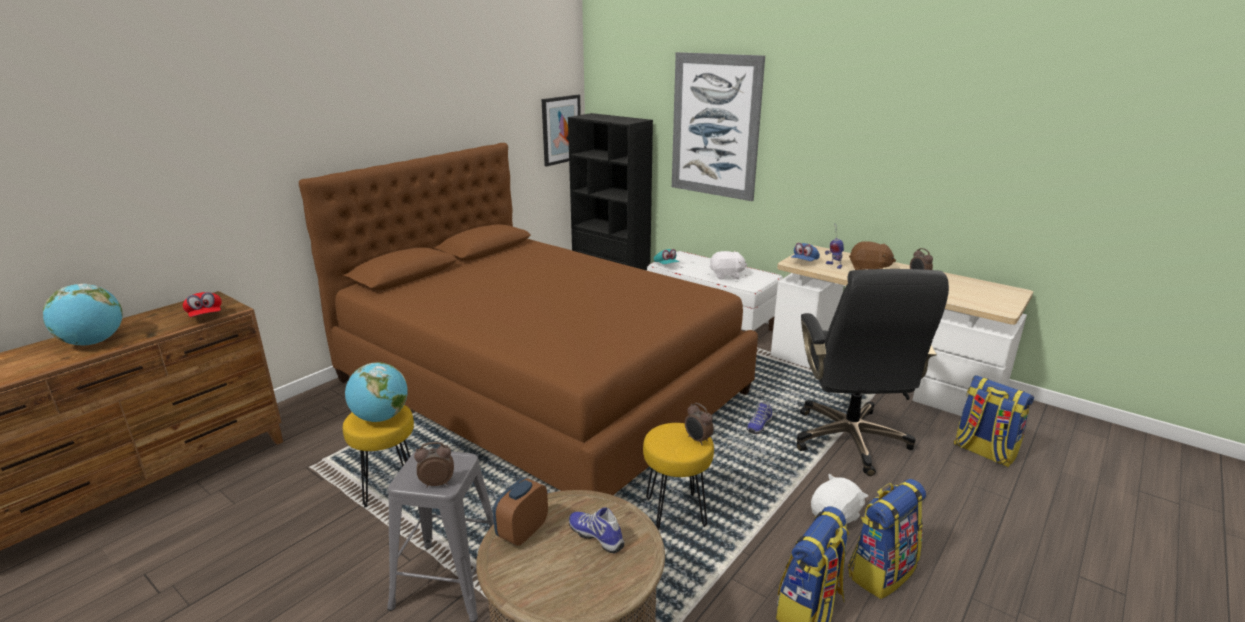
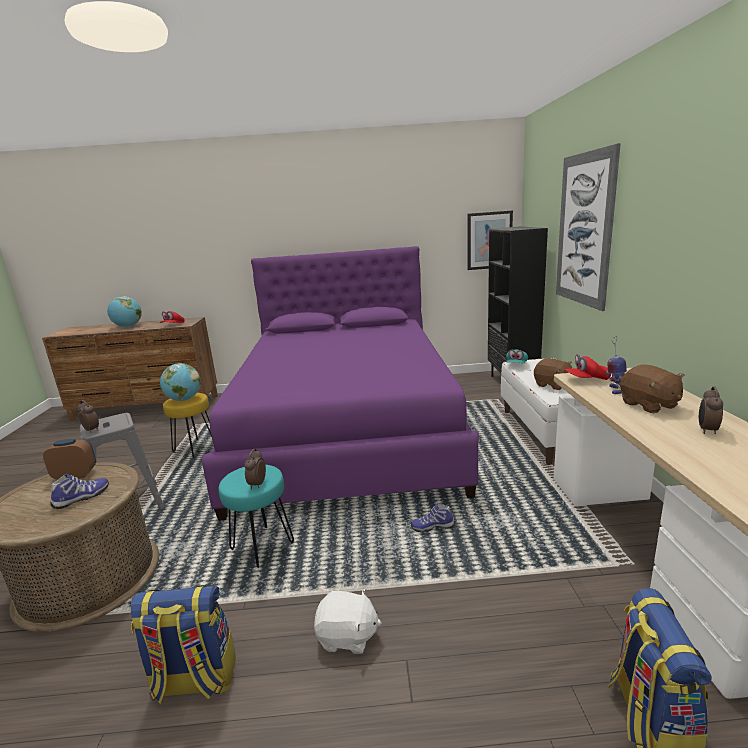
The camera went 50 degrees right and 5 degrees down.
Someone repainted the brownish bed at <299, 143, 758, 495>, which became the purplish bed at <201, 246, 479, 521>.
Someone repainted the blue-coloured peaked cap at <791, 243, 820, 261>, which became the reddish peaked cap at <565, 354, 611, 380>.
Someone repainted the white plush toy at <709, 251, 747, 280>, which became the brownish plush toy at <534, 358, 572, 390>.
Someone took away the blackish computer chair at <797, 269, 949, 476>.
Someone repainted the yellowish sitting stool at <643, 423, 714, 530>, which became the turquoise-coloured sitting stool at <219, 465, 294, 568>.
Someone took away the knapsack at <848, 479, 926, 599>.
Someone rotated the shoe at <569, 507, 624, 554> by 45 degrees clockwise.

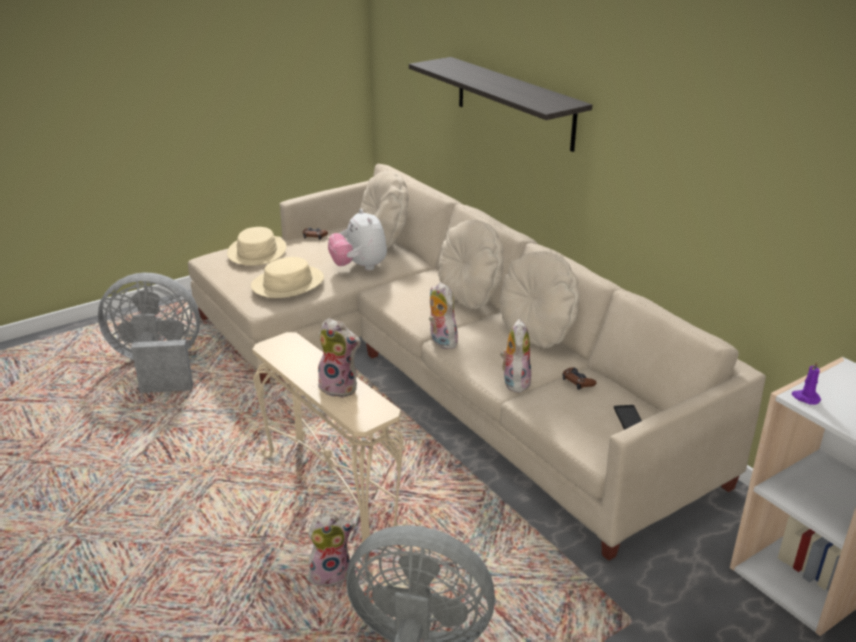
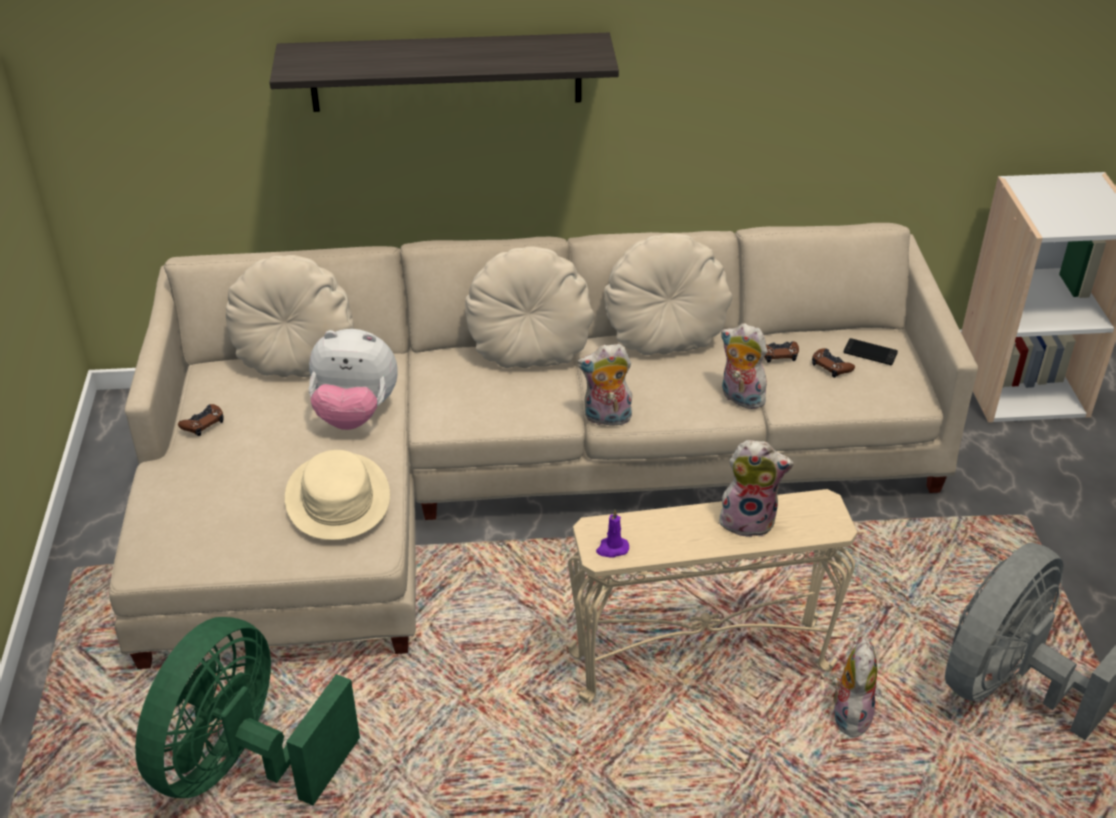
The camera went 60 degrees left and 10 degrees up.
Someone took away the beige-coloured hat at <227, 227, 286, 265>.
Someone repainted the grey electric fan at <98, 273, 200, 393>, which became the green-coloured electric fan at <135, 617, 360, 805>.
Someone rotated the plush toy at <318, 318, 361, 398> by 45 degrees clockwise.
Someone carried the purplish wax candle from <792, 360, 821, 405> to <596, 510, 629, 558>.
Someone put down the brownish joypad at <812, 348, 855, 378>.

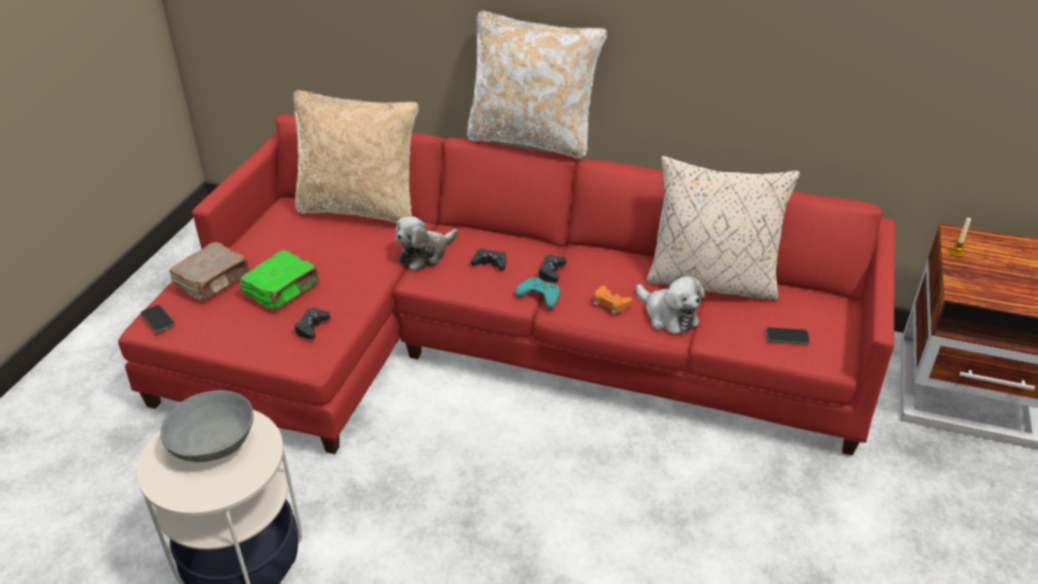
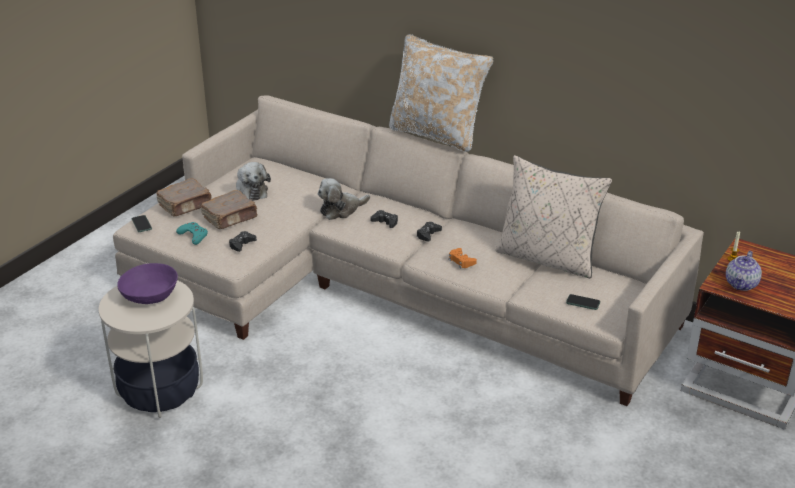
The camera went 15 degrees right and 5 degrees down.
Someone took away the beige-coloured pillow at <293, 90, 418, 223>.
Someone repainted the reddish sofa at <118, 114, 896, 456>, which became the beige-coloured sofa at <113, 95, 704, 406>.
Someone repainted the green-coloured volume at <239, 250, 320, 310>, which became the brownish volume at <201, 190, 257, 229>.
Someone carried the plush toy from <636, 276, 705, 334> to <236, 162, 271, 201>.
Someone carried the turquoise-coloured joypad from <515, 277, 560, 308> to <176, 222, 208, 245>.
Someone repainted the grey serving bowl at <160, 390, 254, 462>, which became the purplish serving bowl at <117, 263, 178, 304>.
Someone put down the teapot at <726, 251, 762, 291>.

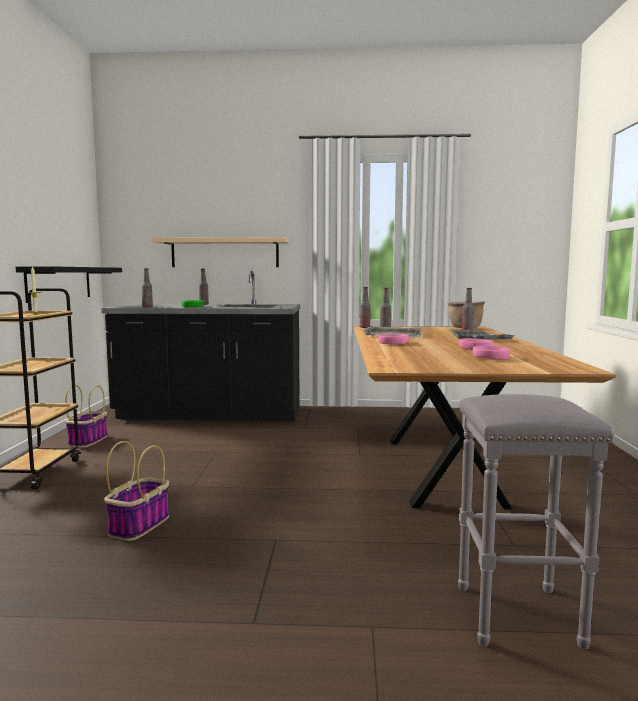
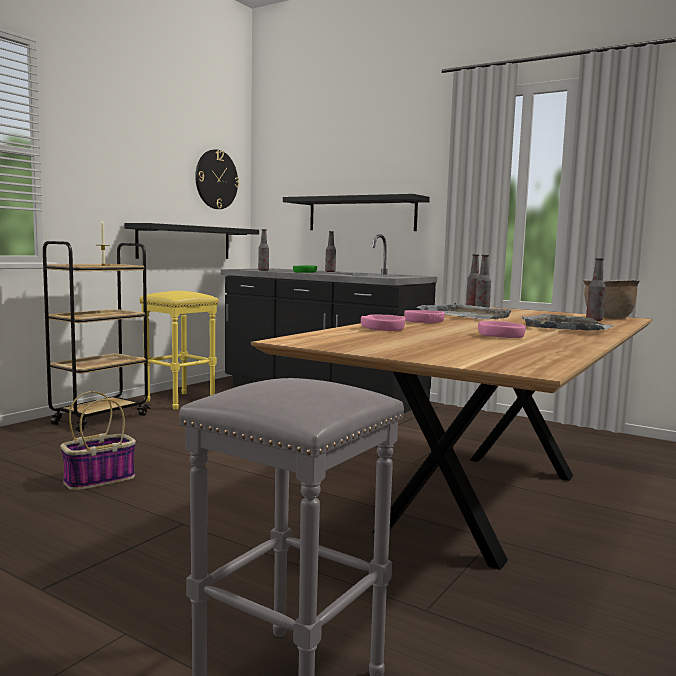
The camera went 30 degrees right and 0 degrees up.
Someone repainted the beige-coloured wall shelf at <151, 237, 289, 267>, which became the blackish wall shelf at <283, 194, 430, 231>.
Someone carried the pinkish serving bowl from <473, 345, 510, 360> to <361, 314, 406, 331>.
Someone swapped the household basket at <65, 385, 108, 448> for the yellowish sitting stool at <139, 291, 219, 409>.
Someone put up the clock on the wall at <195, 149, 239, 209>.

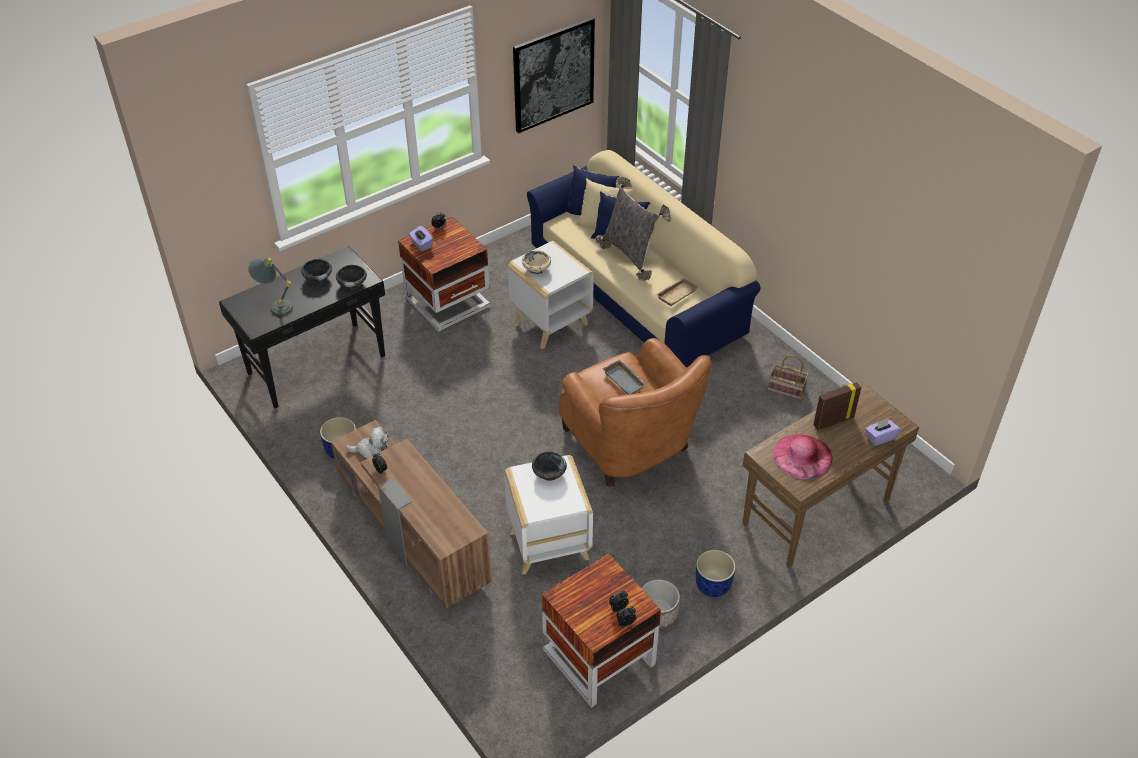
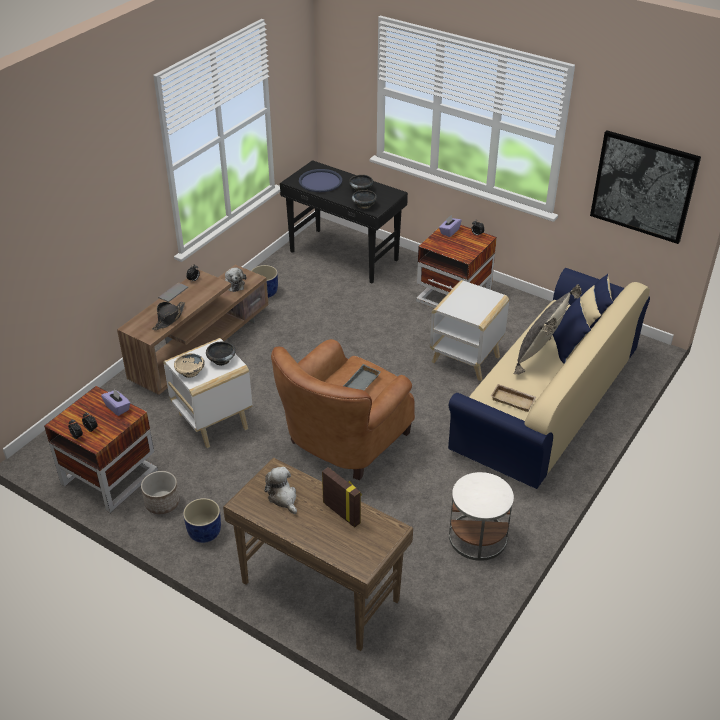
The camera went 70 degrees right and 5 degrees down.
Someone carried the beige-coloured serving bowl from <522, 250, 551, 274> to <174, 353, 205, 378>.
Someone swapped the grey lamp for a table at <248, 258, 293, 315> for the blue-coloured serving tray at <299, 169, 342, 192>.
Someone swapped the household basket at <768, 355, 809, 400> for the white side table at <449, 472, 514, 561>.
Someone carried the purplish box of tissues from <865, 418, 900, 446> to <101, 389, 130, 416>.
Someone swapped the pinkish hat at <773, 434, 832, 480> for the plush toy at <264, 467, 297, 514>.
Someone put down the blackish hat at <152, 301, 185, 330>.

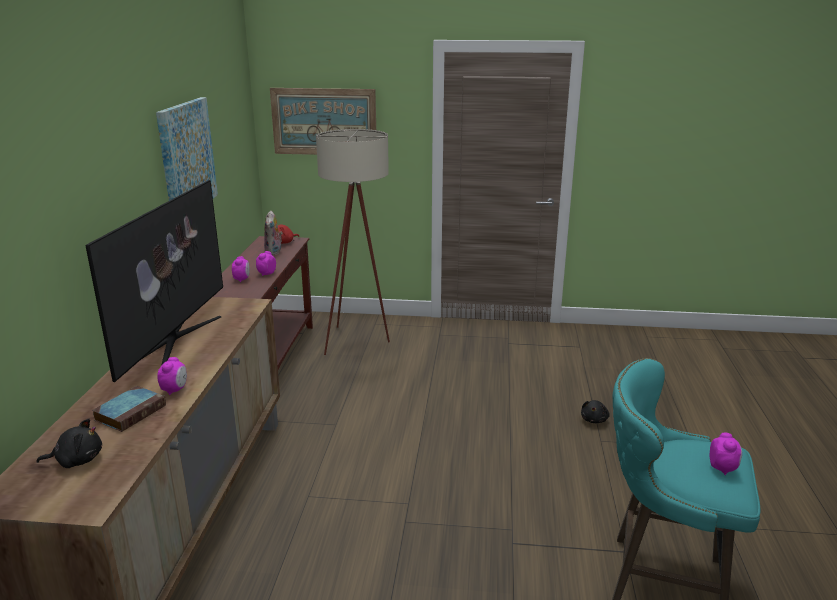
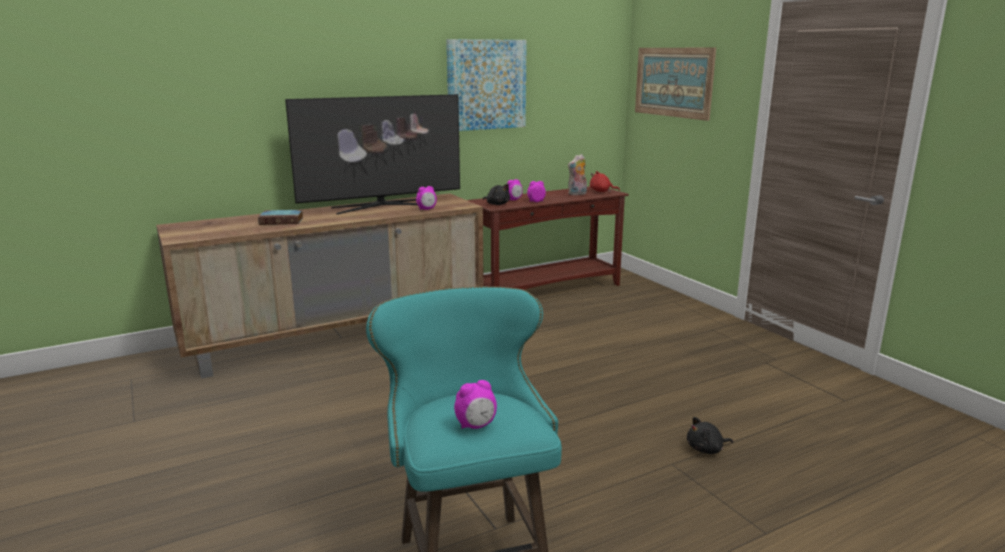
The camera went 55 degrees right and 5 degrees down.
Someone took away the beige-coloured floor lamp at <316, 129, 390, 355>.
Someone carried the alarm clock from <157, 357, 187, 395> to <416, 186, 437, 210>.
Someone carried the blackish plush toy from <37, 418, 102, 468> to <483, 184, 510, 205>.

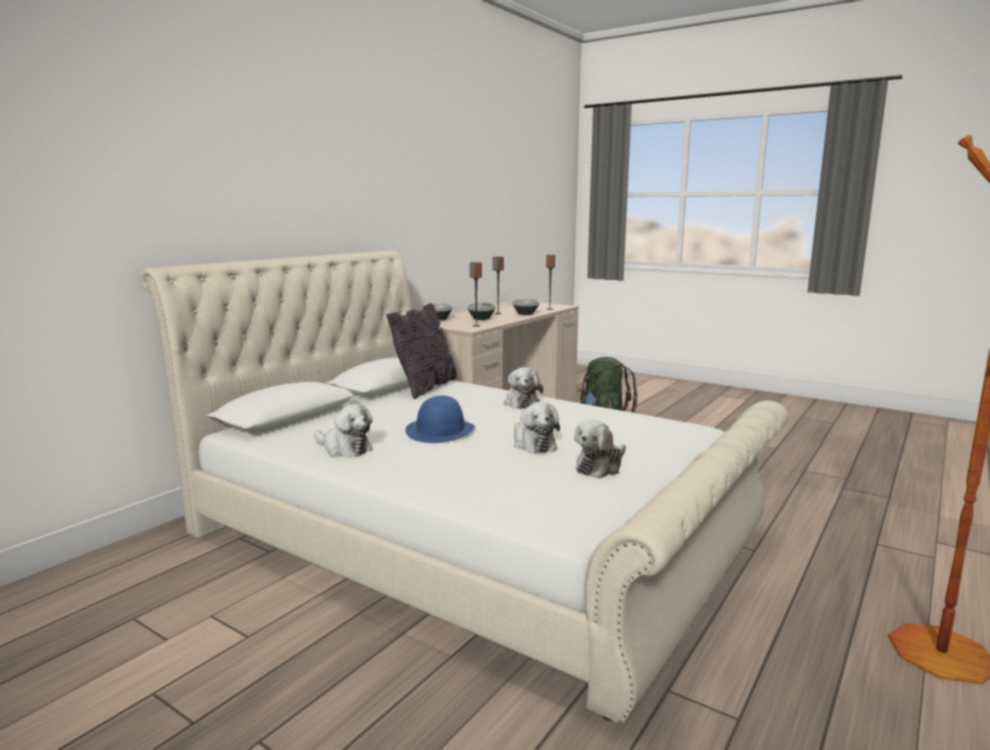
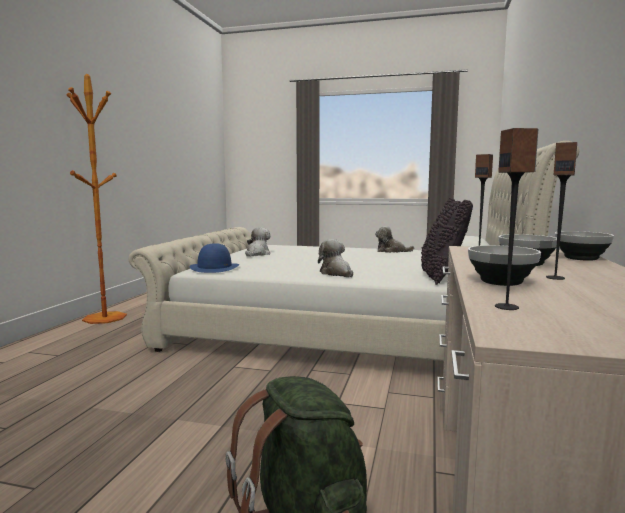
The camera went 160 degrees right and 5 degrees down.
Someone carried the blue-coloured hat from <405, 396, 475, 443> to <189, 243, 239, 273>.
Someone took away the plush toy at <514, 402, 560, 454>.

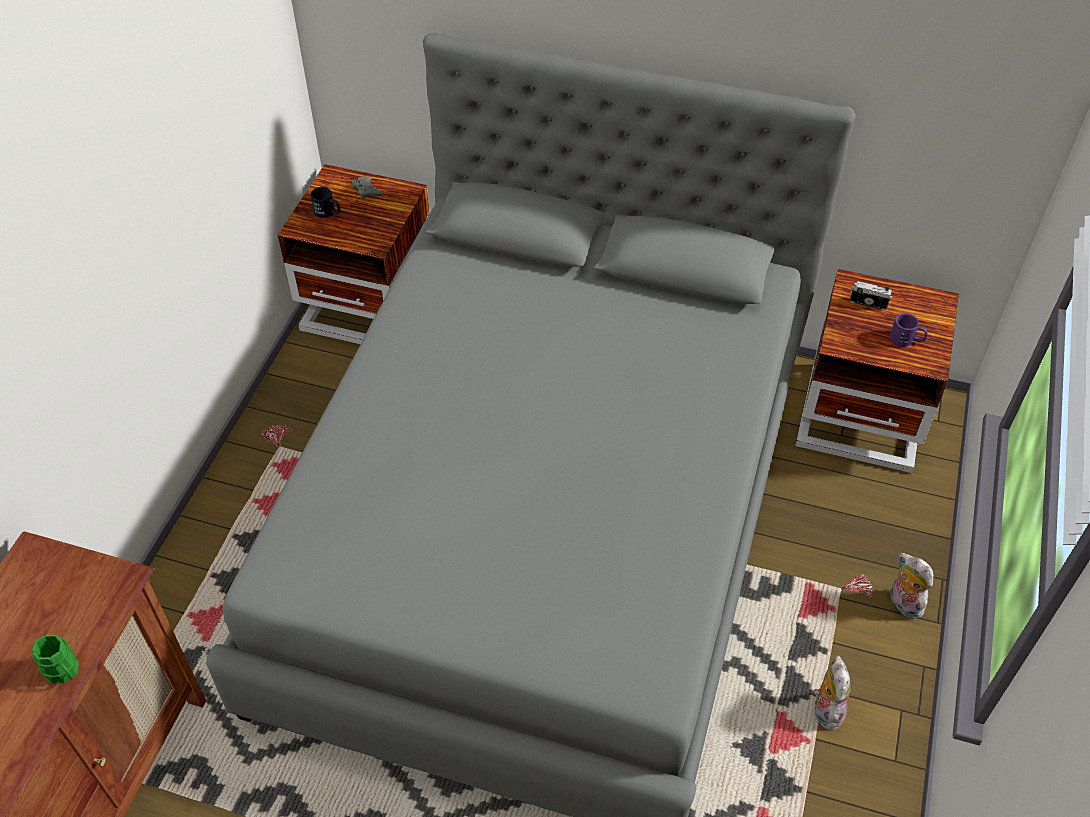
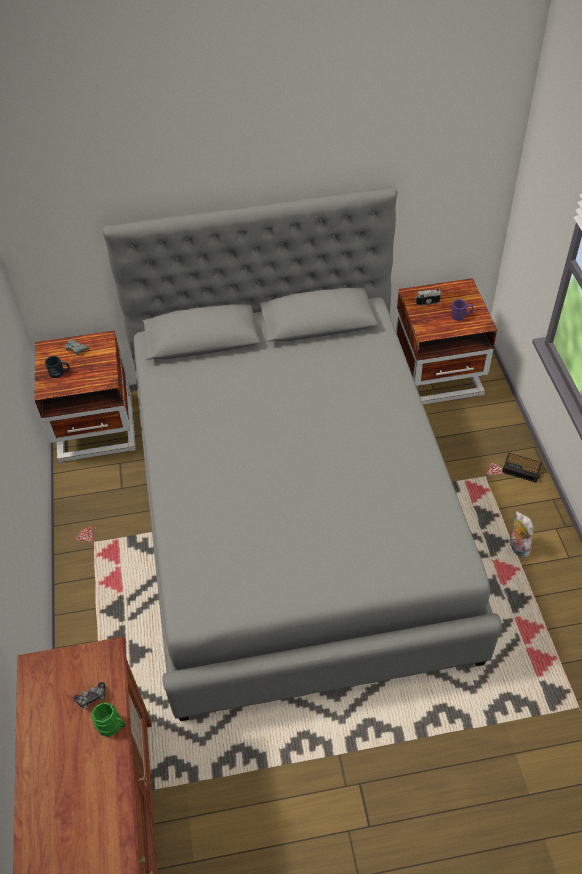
The camera went 25 degrees left and 0 degrees up.
Someone swapped the plush toy at <891, 553, 934, 619> for the alarm clock at <502, 453, 542, 483>.
Someone put down the joypad at <73, 682, 105, 709>.

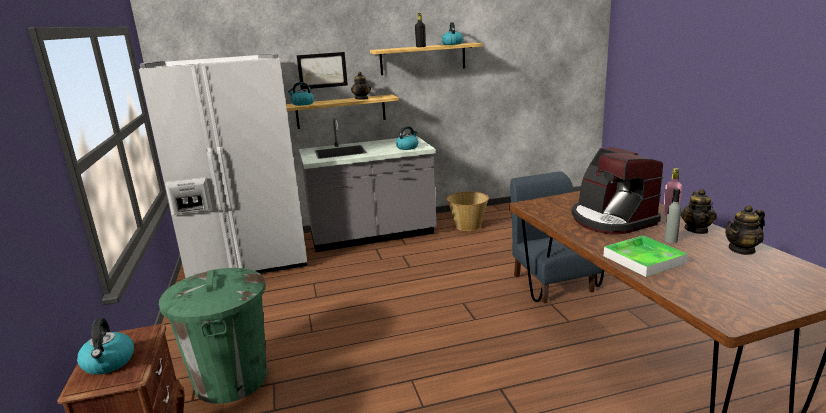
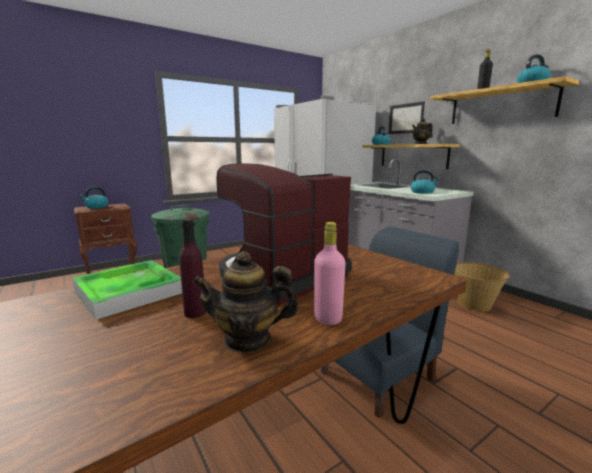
The camera went 70 degrees right and 5 degrees down.
Someone repainted the grey drink bottle at <664, 189, 681, 243>, which became the purplish drink bottle at <179, 219, 206, 318>.
Someone took away the teapot at <725, 205, 765, 255>.

